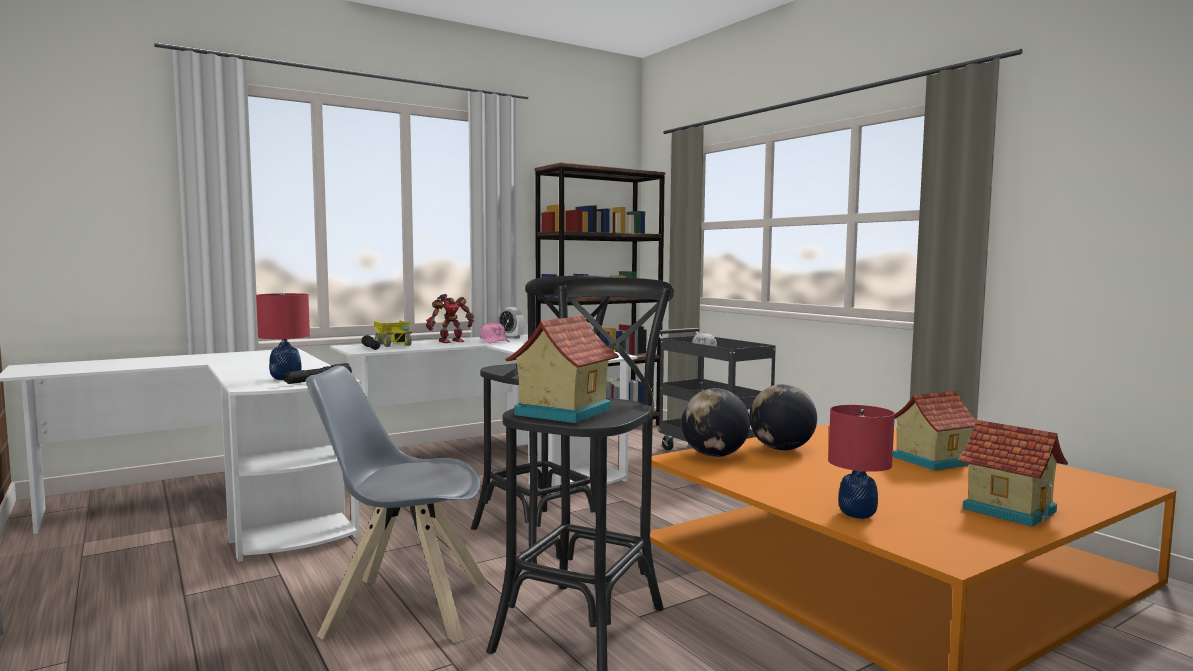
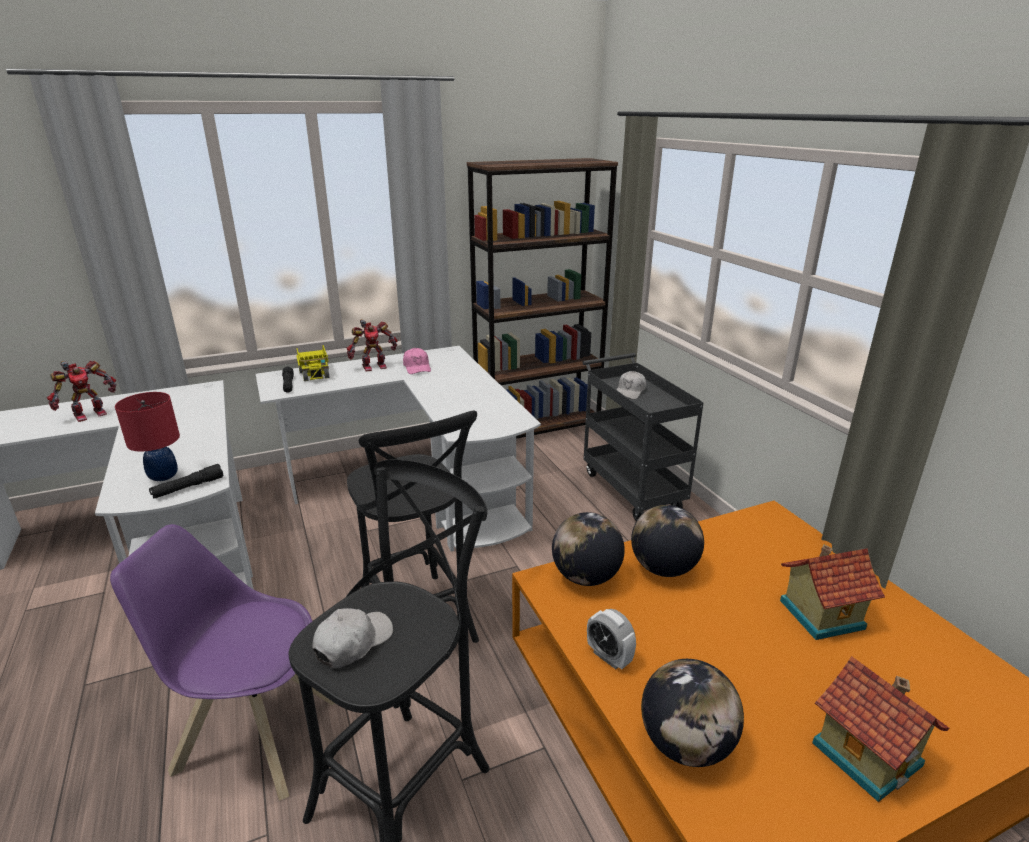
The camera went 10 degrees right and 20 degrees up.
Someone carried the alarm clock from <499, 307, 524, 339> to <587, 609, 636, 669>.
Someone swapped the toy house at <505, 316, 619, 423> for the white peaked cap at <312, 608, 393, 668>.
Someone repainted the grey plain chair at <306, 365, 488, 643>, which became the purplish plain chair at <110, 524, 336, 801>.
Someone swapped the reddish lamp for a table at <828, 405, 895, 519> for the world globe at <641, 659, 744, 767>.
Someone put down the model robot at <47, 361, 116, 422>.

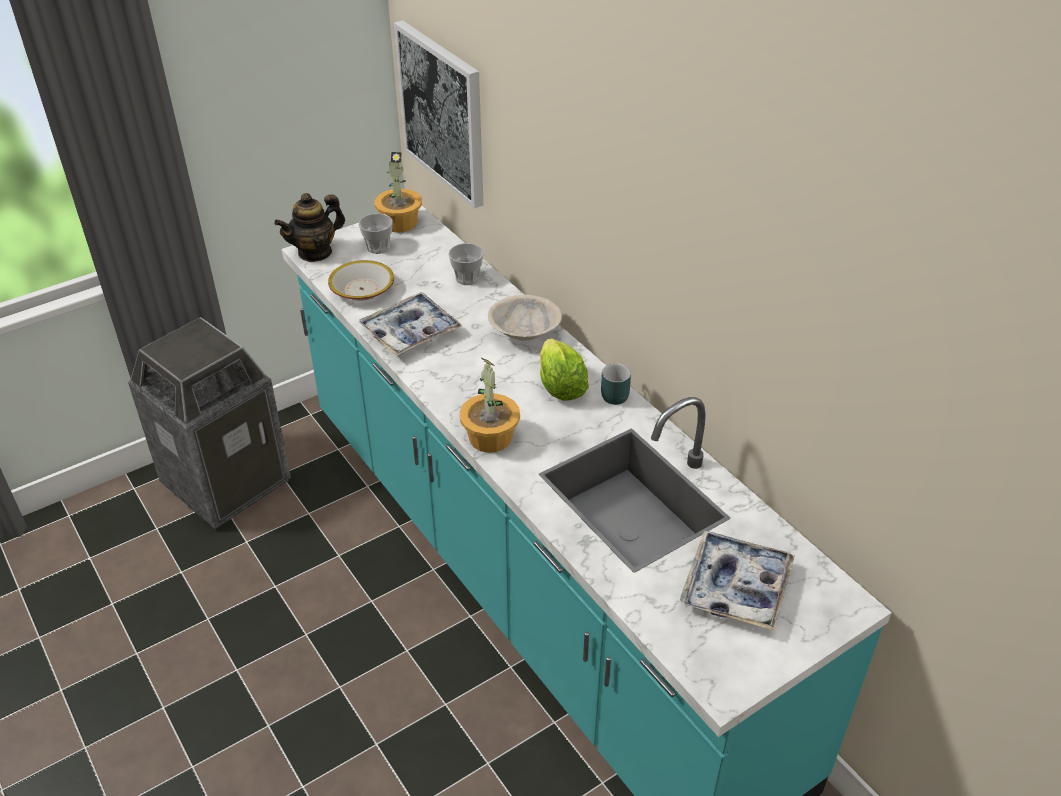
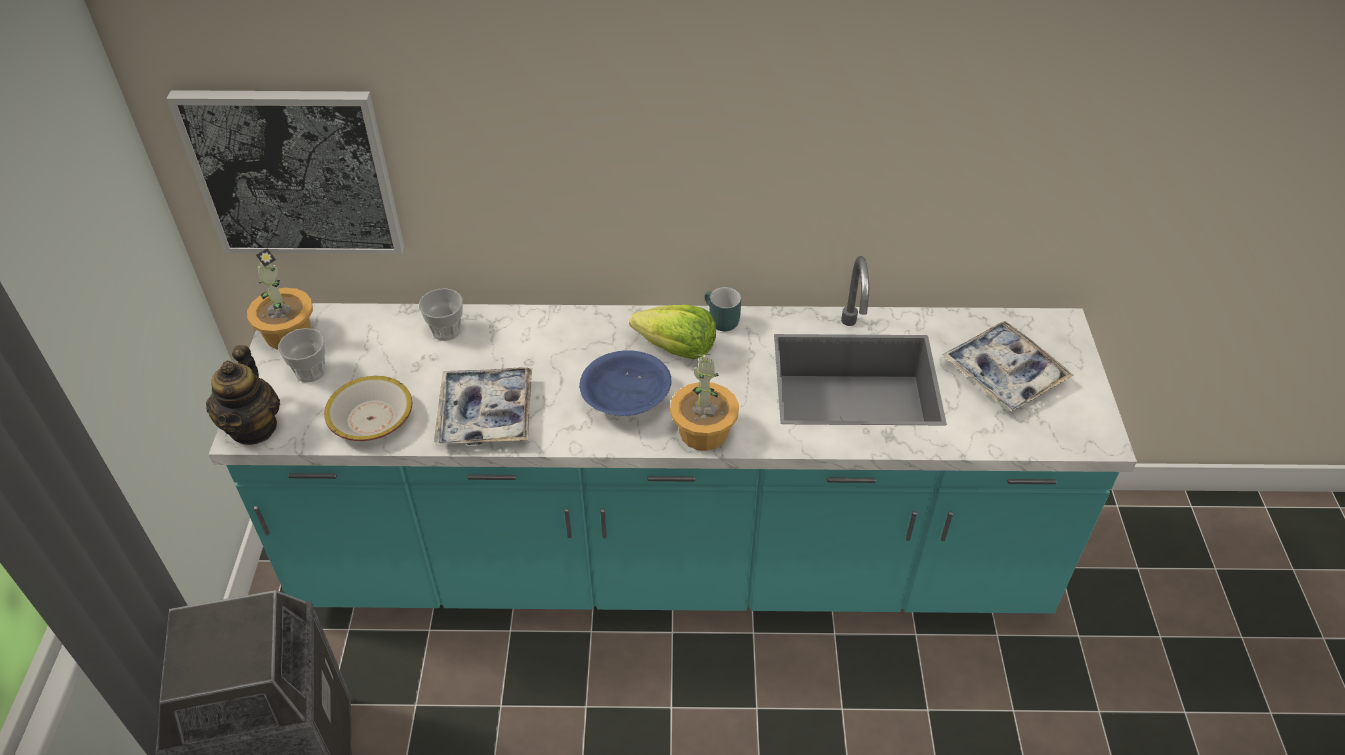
The camera went 55 degrees left and 5 degrees up.
Someone took away the beige-coloured serving bowl at <488, 295, 562, 341>.
Someone put down the blue-coloured serving bowl at <579, 350, 672, 416>.

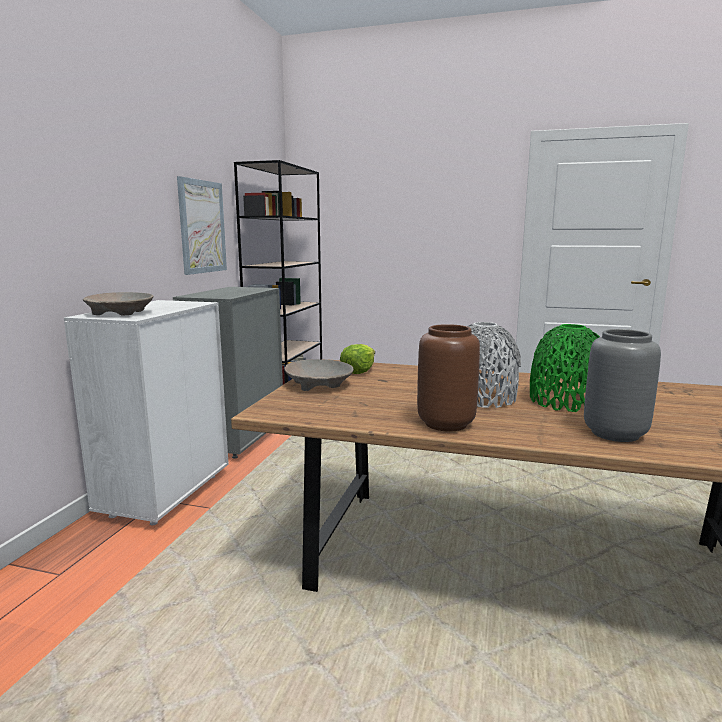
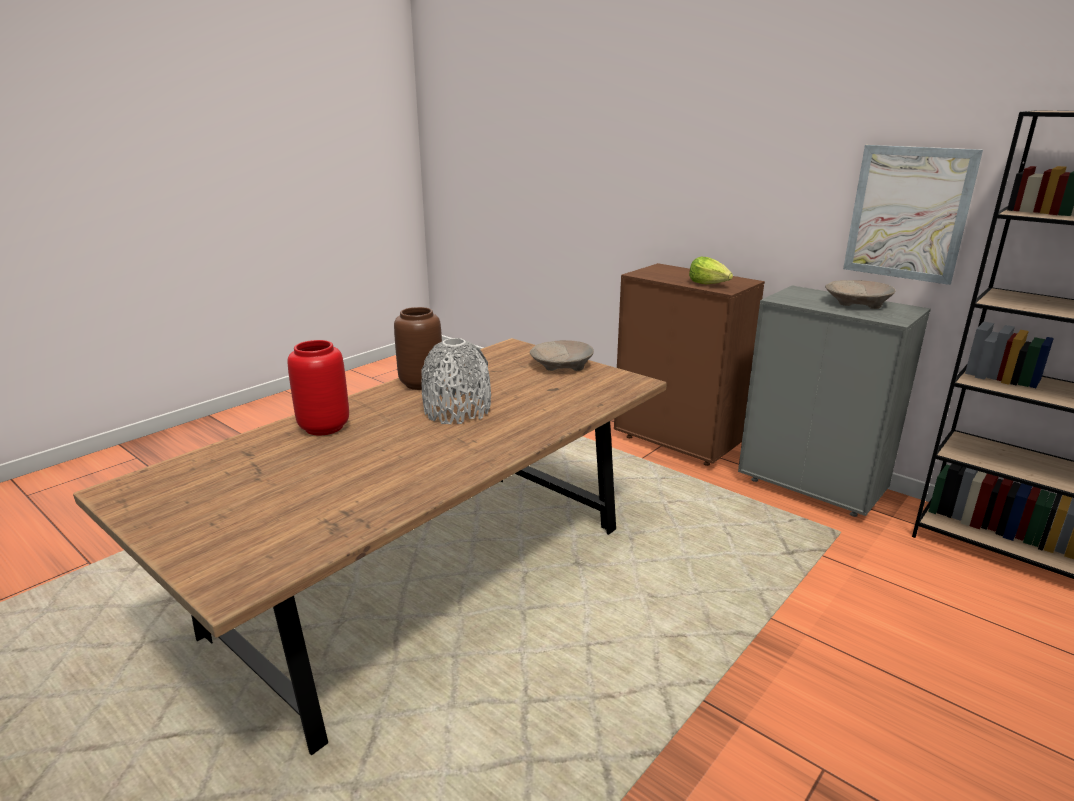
The camera went 115 degrees right and 10 degrees up.
Someone carried the beige-coloured serving bowl from <83, 292, 154, 316> to <825, 280, 896, 309>.
Someone repainted the white cabinet at <64, 300, 229, 525>, which became the brownish cabinet at <614, 263, 765, 466>.
Someone took away the green-coloured decorative vase at <530, 324, 600, 412>.
Someone repainted the grey decorative vase at <584, 329, 661, 442>, which became the reddish decorative vase at <287, 340, 349, 435>.
Someone carried the lettuce head from <340, 344, 375, 374> to <689, 257, 733, 284>.

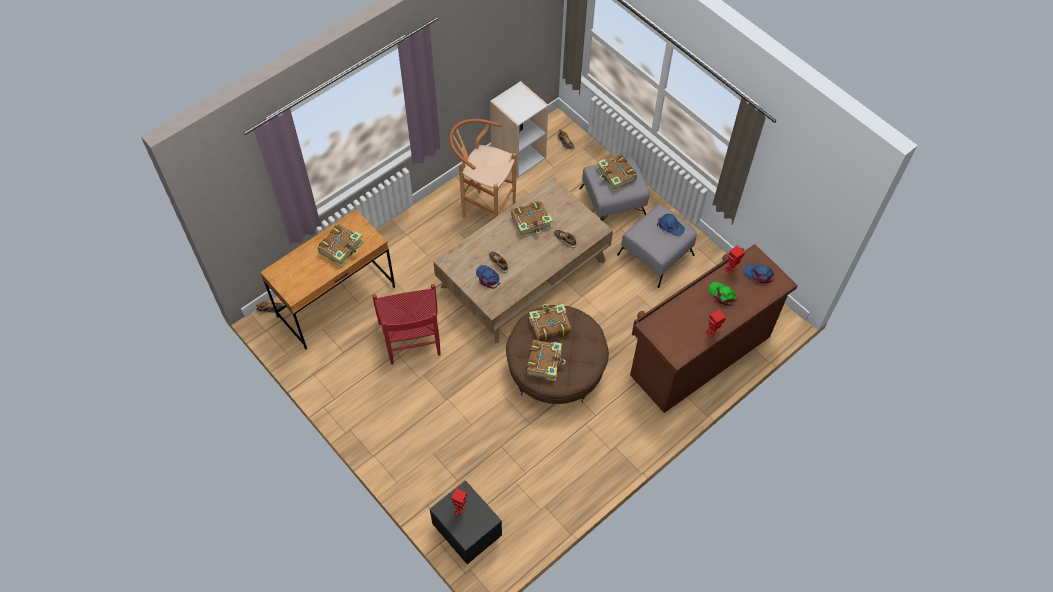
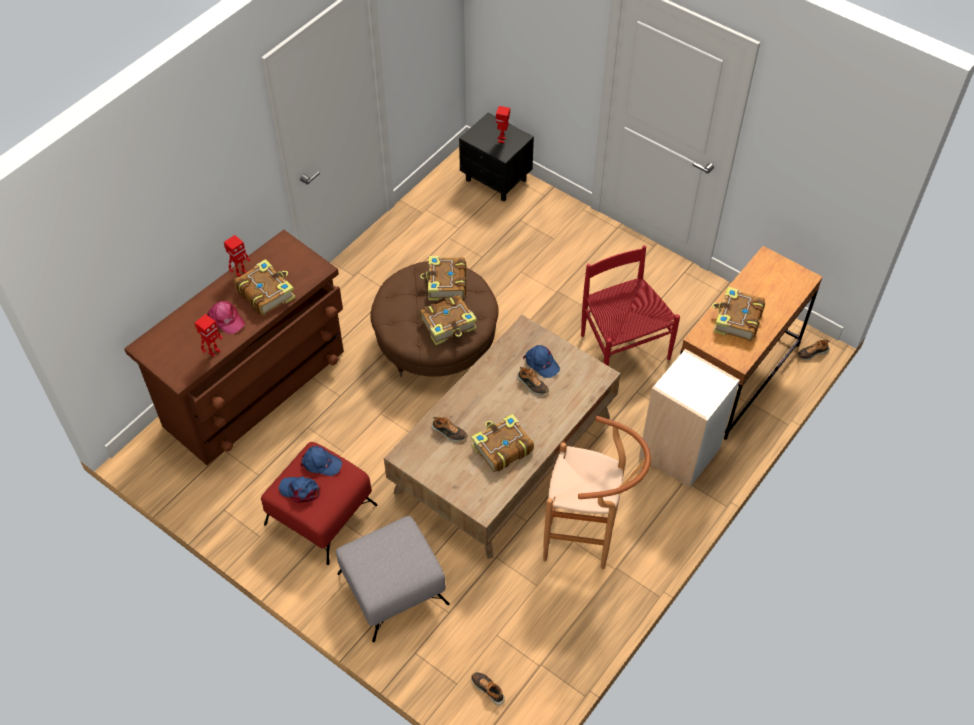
The camera went 170 degrees right and 5 degrees down.
Someone carried the bookcase from <490, 81, 548, 178> to <639, 349, 740, 488>.
Someone carried the volume from <597, 153, 637, 192> to <234, 259, 296, 316>.
Someone repainted the grey pouffe at <617, 204, 697, 288>, which became the reddish pouffe at <261, 442, 378, 565>.
Someone carried the blue-coloured peaked cap from <743, 264, 774, 283> to <301, 446, 342, 476>.
Someone repainted the green-coloured peaked cap at <709, 282, 737, 306>, which became the pinkish peaked cap at <207, 301, 245, 334>.

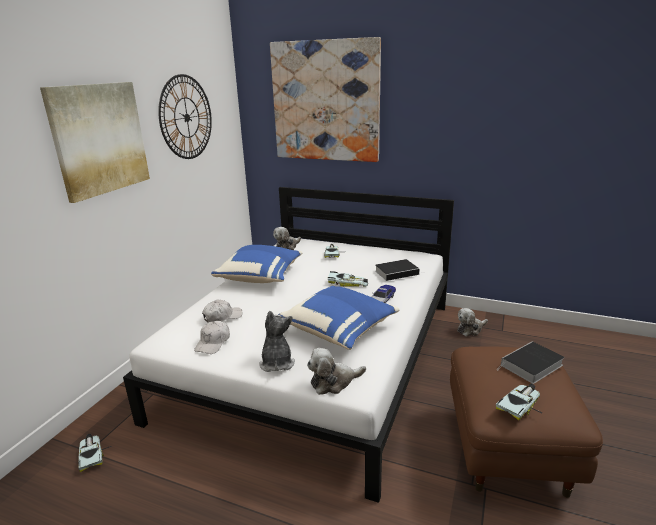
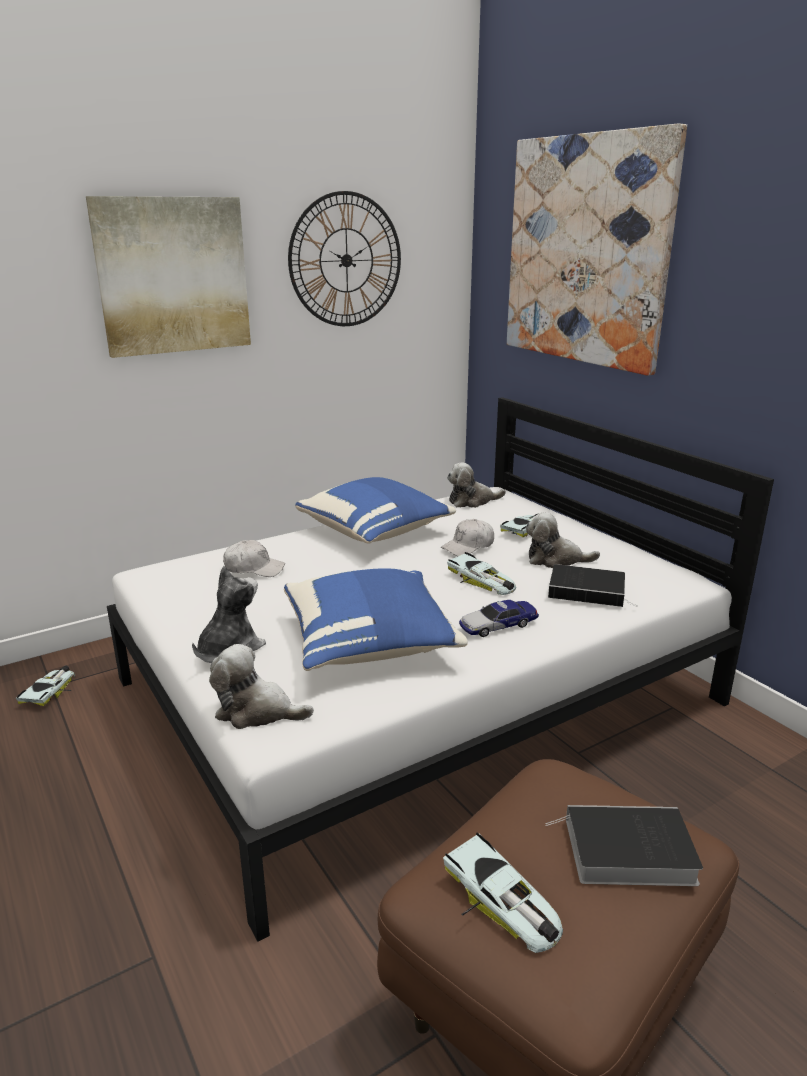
The camera went 35 degrees right and 0 degrees up.
Someone carried the plush toy from <457, 308, 488, 336> to <526, 512, 600, 568>.
Someone carried the white peaked cap from <194, 321, 230, 354> to <441, 519, 494, 556>.
Someone rotated the toy car at <496, 384, 542, 420> by 60 degrees clockwise.

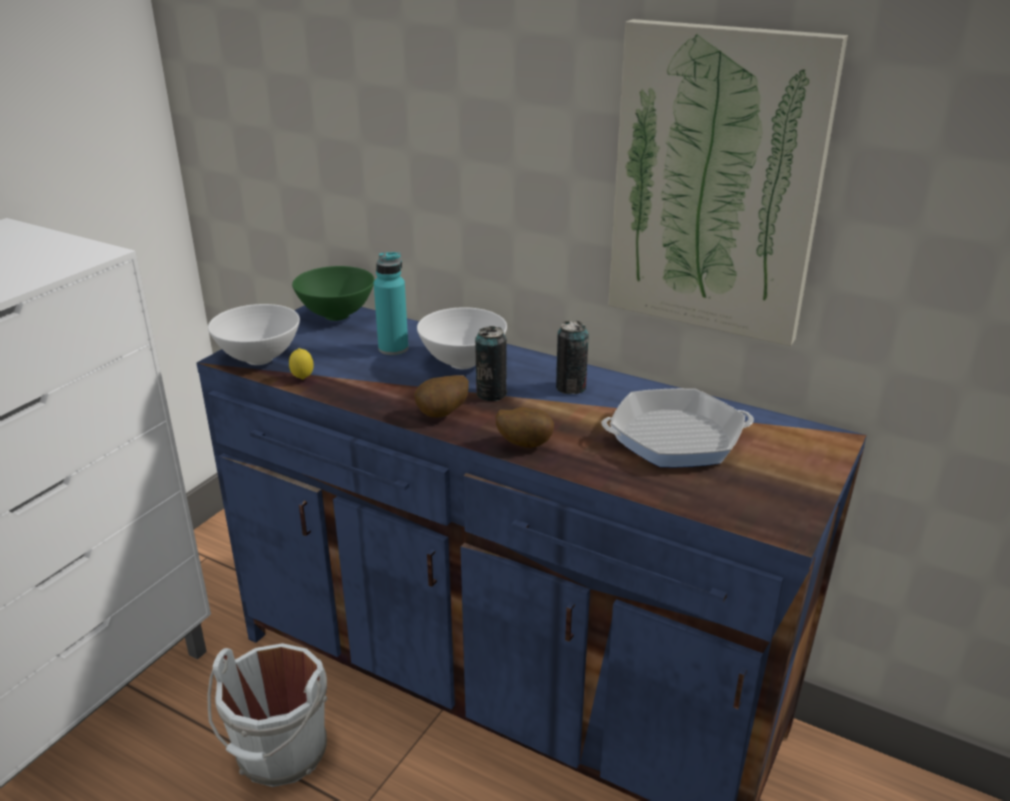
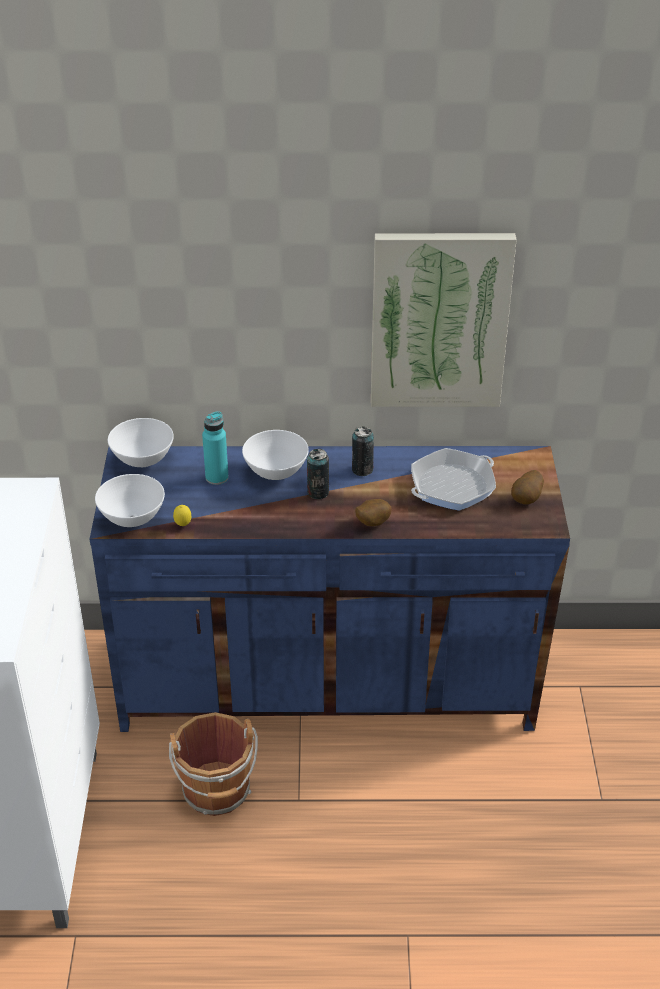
The camera went 30 degrees left and 10 degrees up.
Someone repainted the green-coloured serving bowl at <292, 266, 375, 321>, which became the white serving bowl at <108, 418, 174, 467>.
Someone carried the whole potato from <414, 375, 469, 418> to <511, 470, 544, 505>.
Someone repainted the white pail at <208, 643, 327, 787>, which became the brownish pail at <169, 712, 258, 816>.

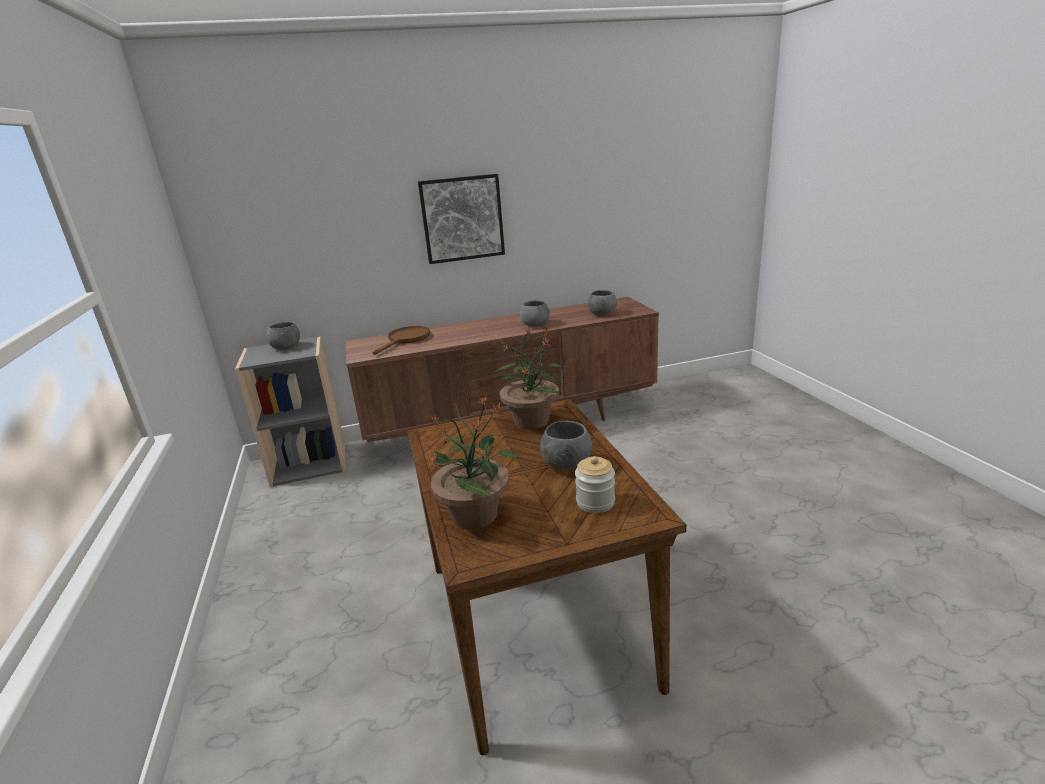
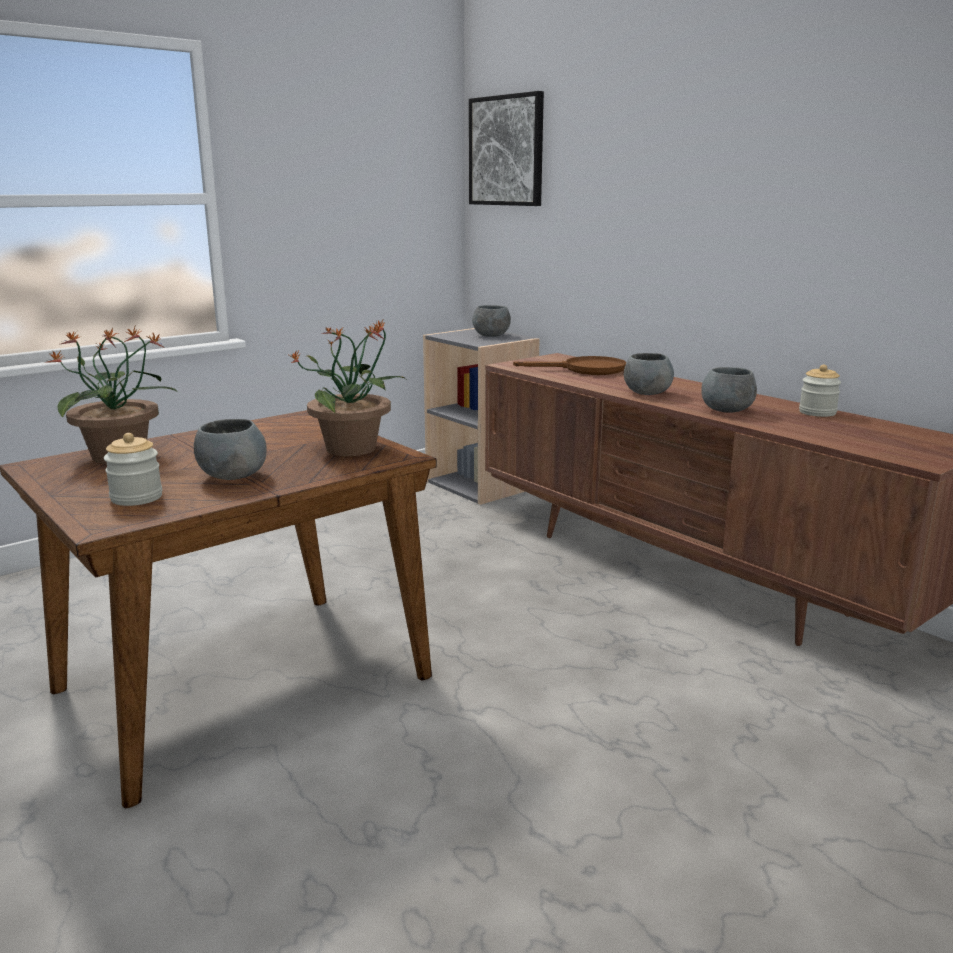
The camera went 65 degrees right and 5 degrees down.
Someone carried the wall picture from <418, 174, 505, 264> to <469, 91, 544, 206>.
Someone carried the grey serving bowl from <588, 290, 617, 316> to <624, 353, 674, 395>.
Someone put down the storage jar at <799, 365, 841, 417>.

